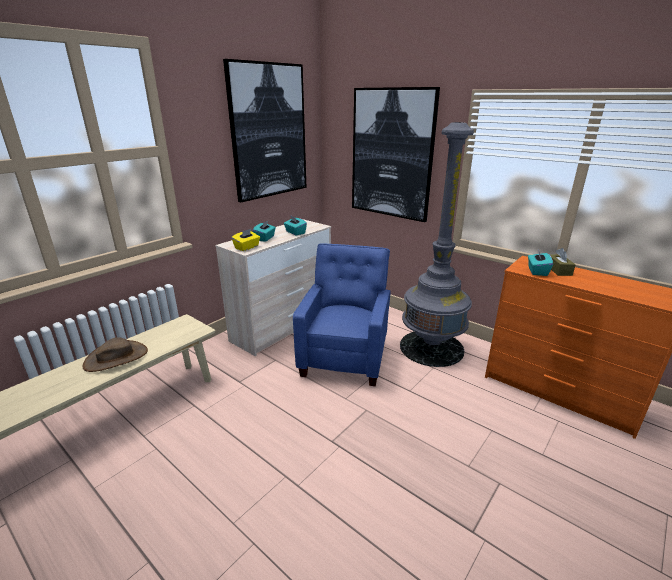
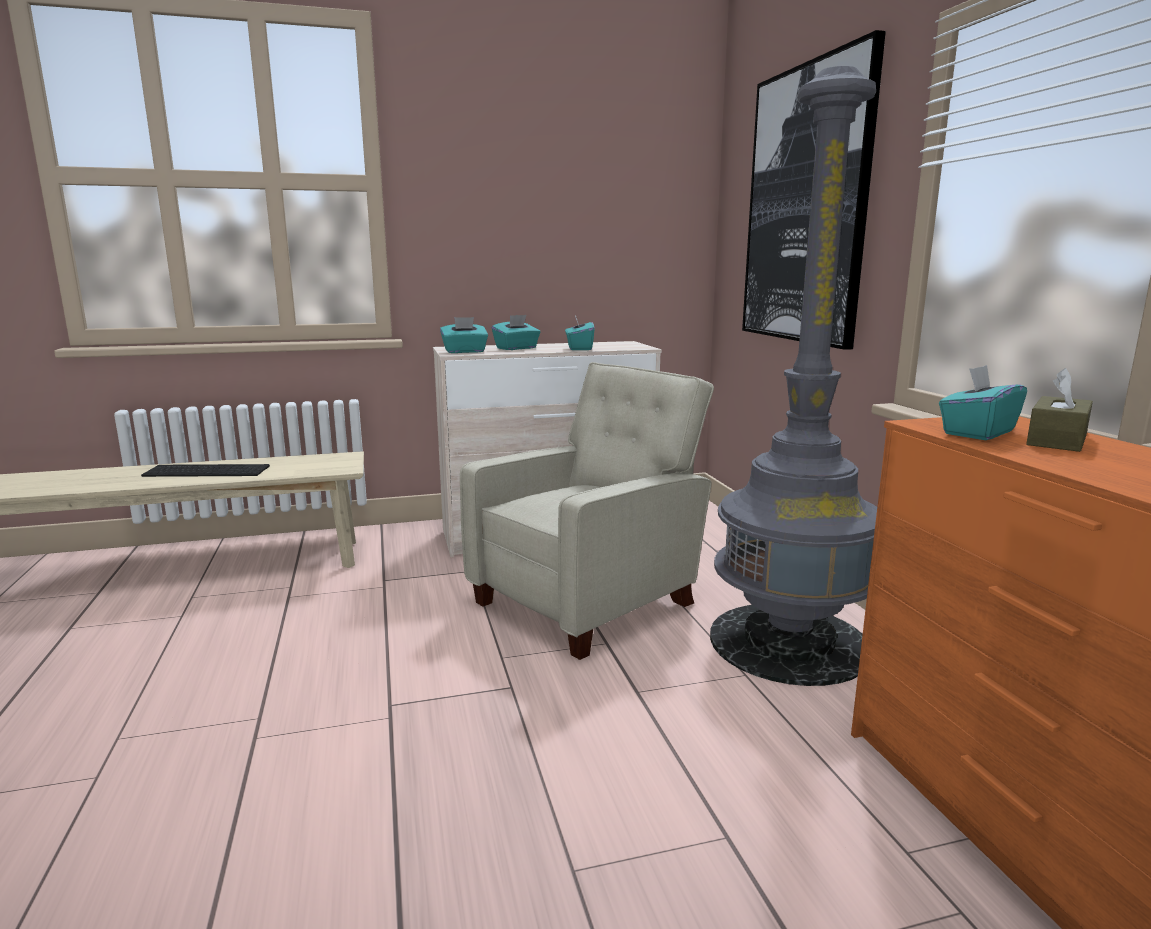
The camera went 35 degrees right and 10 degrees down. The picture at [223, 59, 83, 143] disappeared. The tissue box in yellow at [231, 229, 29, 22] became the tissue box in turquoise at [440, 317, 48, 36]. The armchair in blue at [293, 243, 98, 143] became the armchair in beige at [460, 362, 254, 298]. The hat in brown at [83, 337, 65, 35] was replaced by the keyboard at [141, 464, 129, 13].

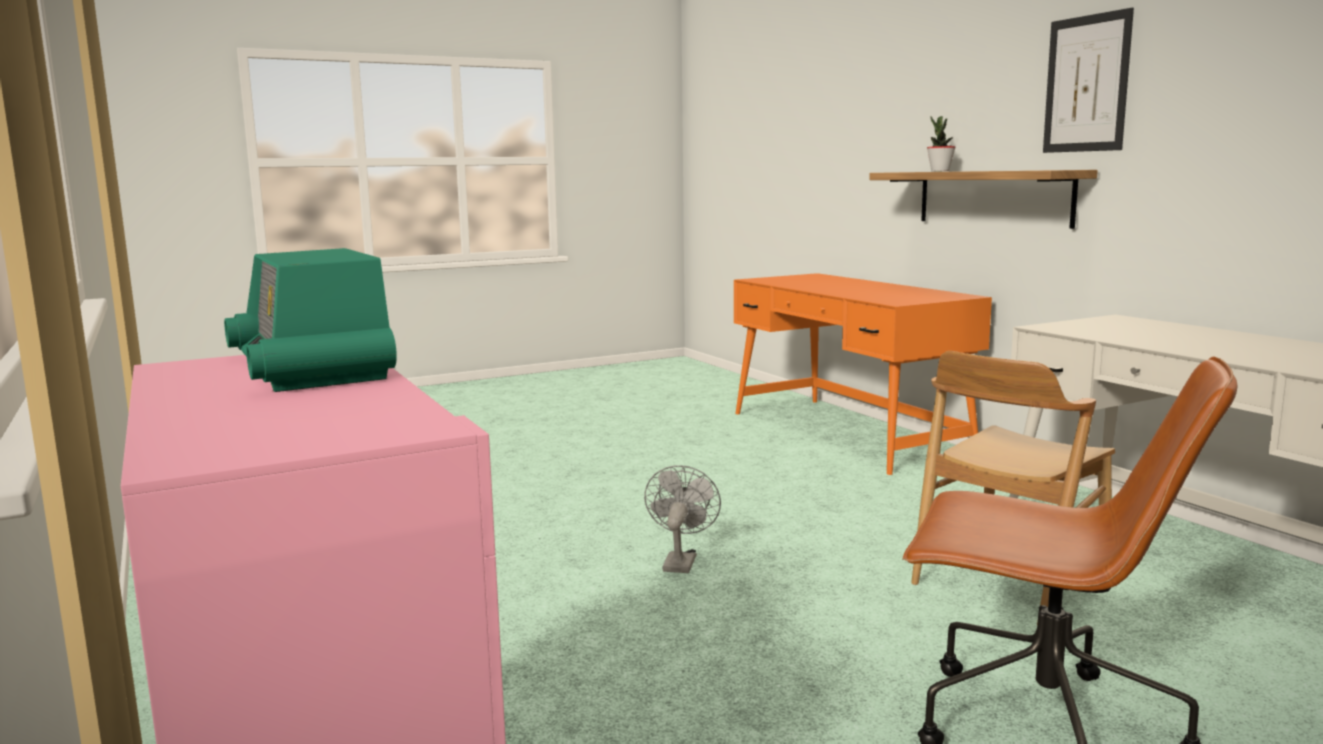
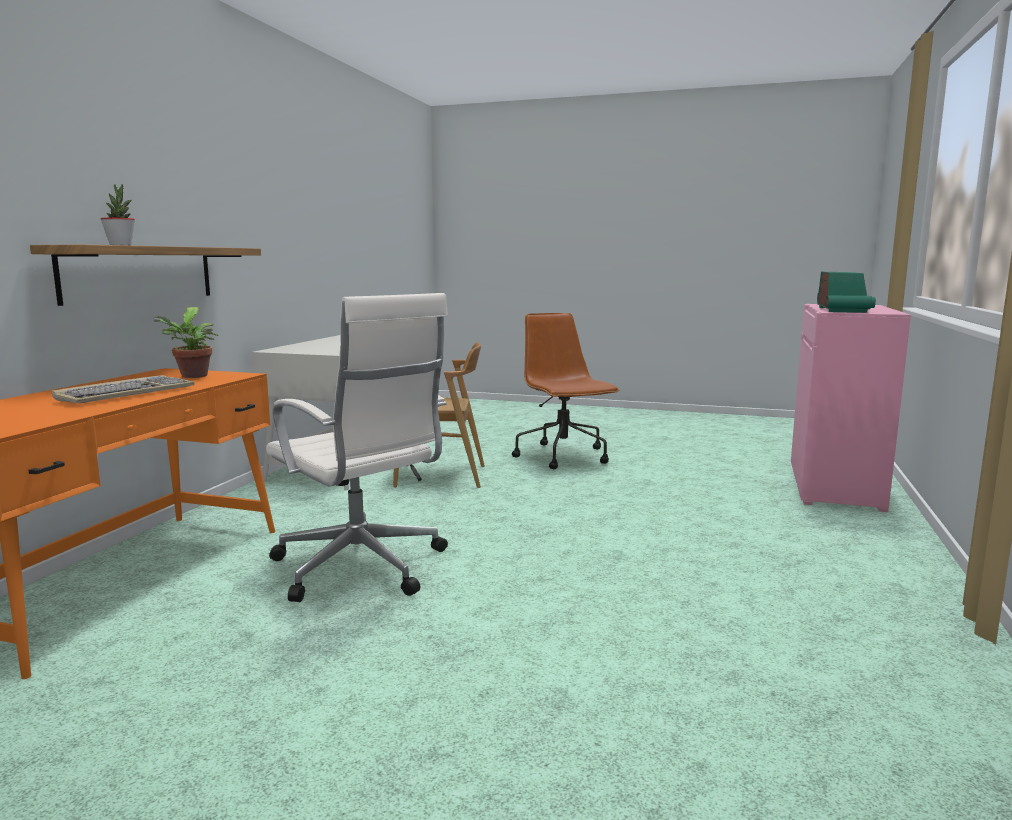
The camera went 135 degrees left and 0 degrees up. The picture at [1043, 8, 91, 145] disappeared. The fan in grey at [644, 465, 77, 108] disappeared. The office chair in white at [266, 293, 182, 309] appeared. The potted plant at [154, 307, 64, 71] appeared. The keyboard at [52, 375, 143, 28] appeared.

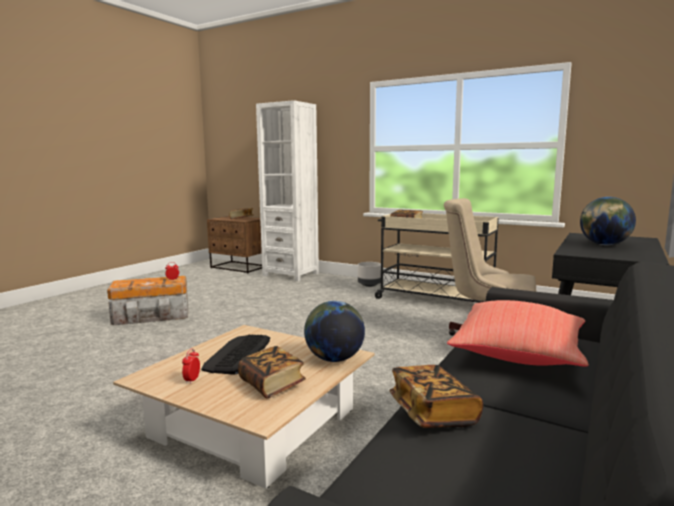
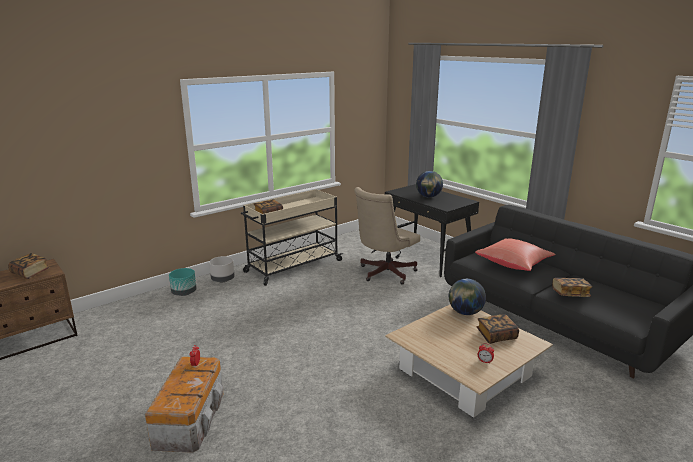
The camera went 70 degrees left and 10 degrees up. The bookcase in white at [256, 100, 63, 181] disappeared. The keyboard at [201, 335, 69, 40] disappeared. The planter in turquoise at [169, 268, 28, 28] appeared.

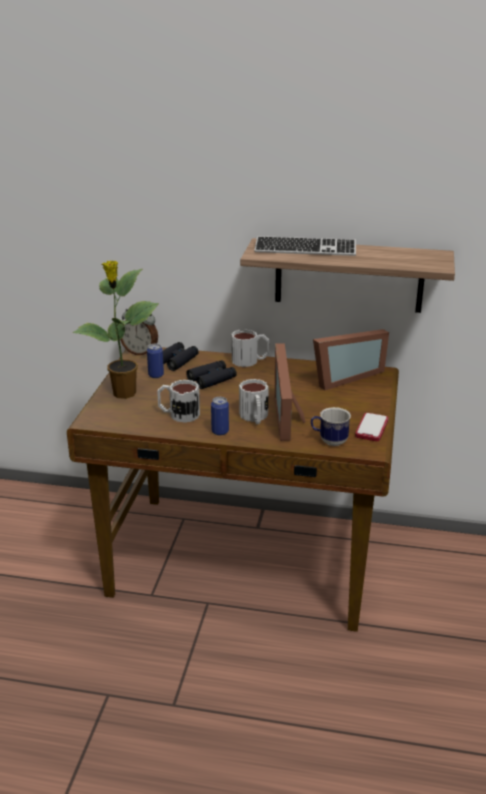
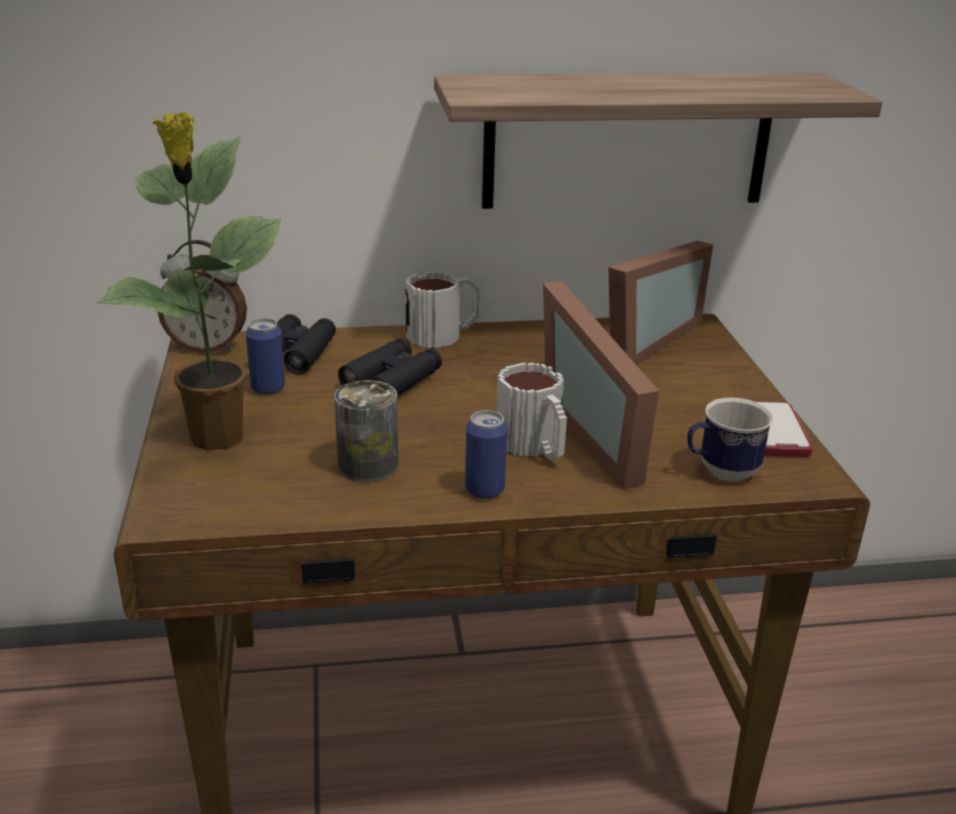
The camera went 20 degrees left and 0 degrees up. The keyboard at [254, 236, 102, 20] disappeared. The mug at [157, 380, 43, 43] was replaced by the can at [334, 380, 65, 102].

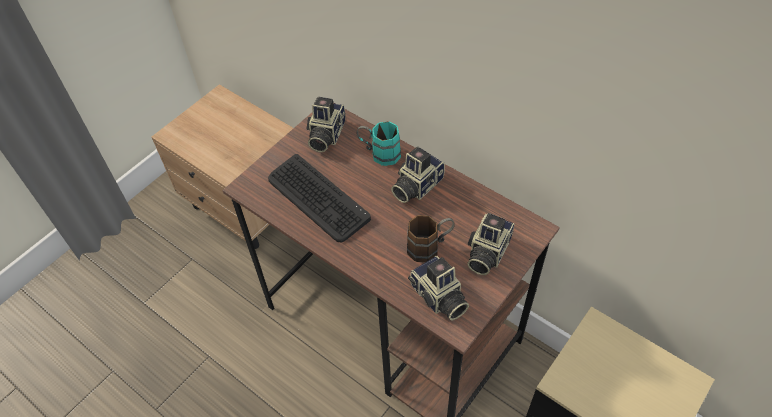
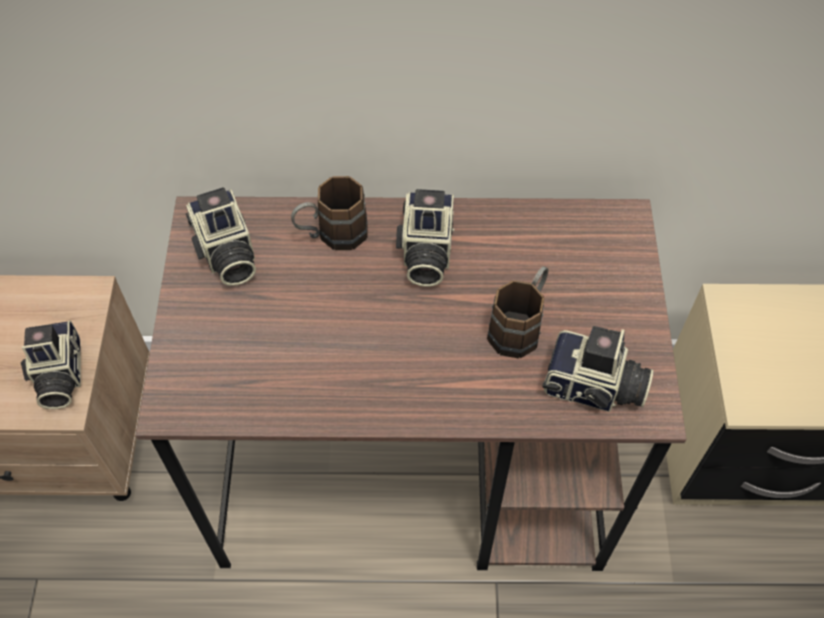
The camera went 40 degrees left and 5 degrees up. The mug in turquoise at [357, 121, 44, 45] became the mug in brown at [291, 176, 77, 74]. The keyboard at [268, 154, 103, 89] disappeared. The photo camera moved from [467, 213, 48, 62] to [21, 320, 60, 89].

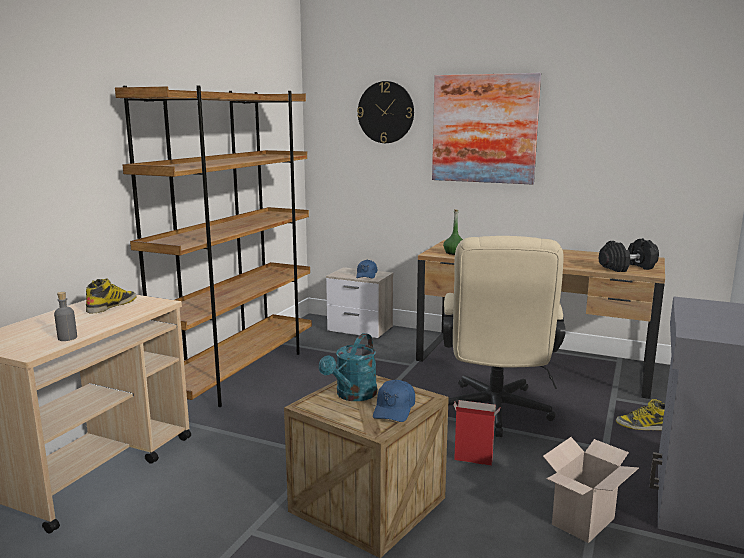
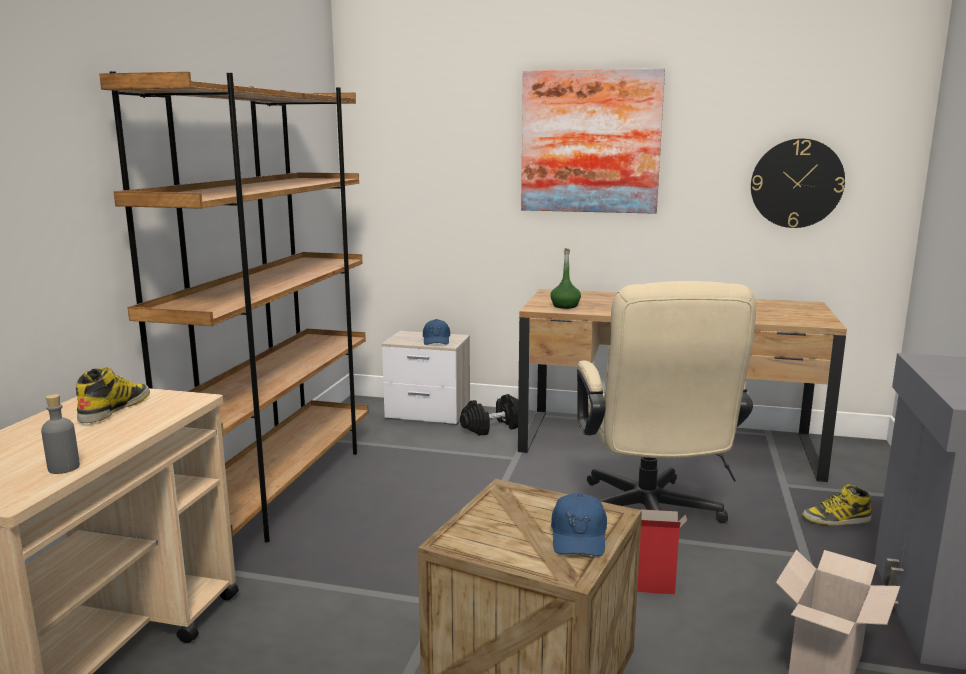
The camera went 10 degrees left and 0 degrees up. The wall clock moved from [357, 81, 57, 62] to [751, 139, 94, 89]. The dumbbell in black moved from [599, 238, 60, 34] to [460, 394, 58, 42]. The watering can in turquoise at [319, 333, 58, 68] disappeared.

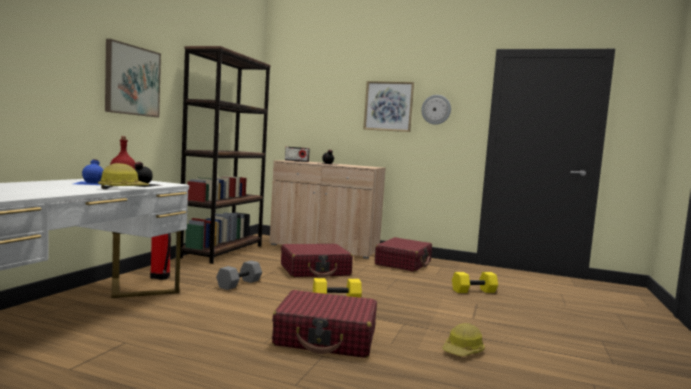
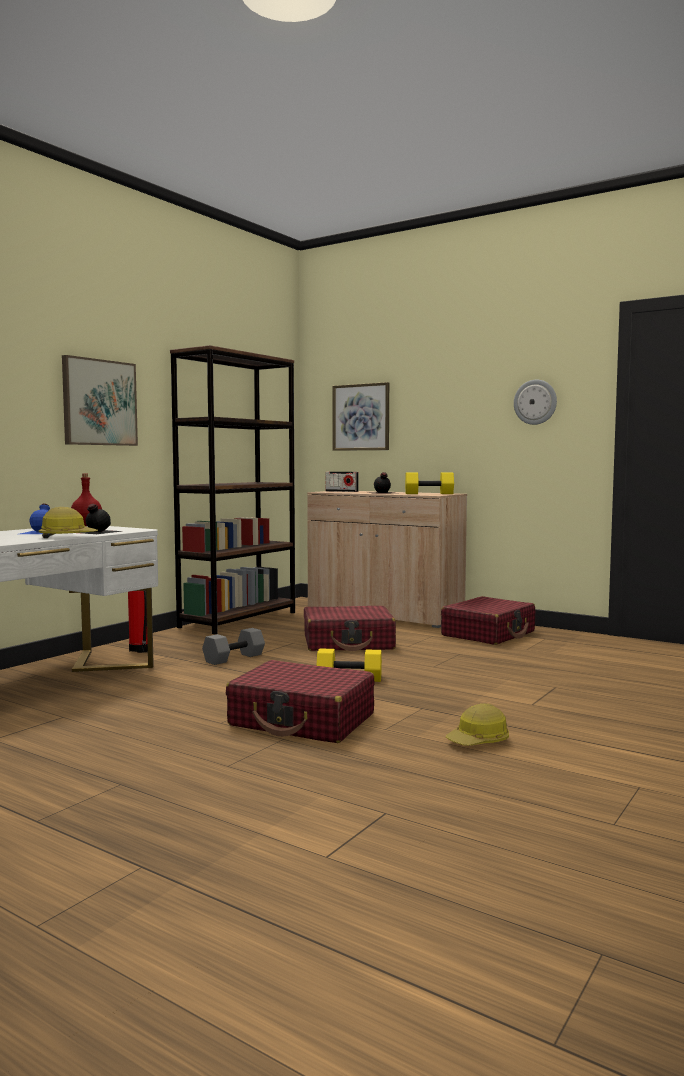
The camera went 15 degrees right and 0 degrees up. The picture moved from [363, 81, 51, 51] to [333, 382, 56, 69]. The dumbbell in yellow moved from [452, 272, 46, 21] to [405, 473, 49, 21].

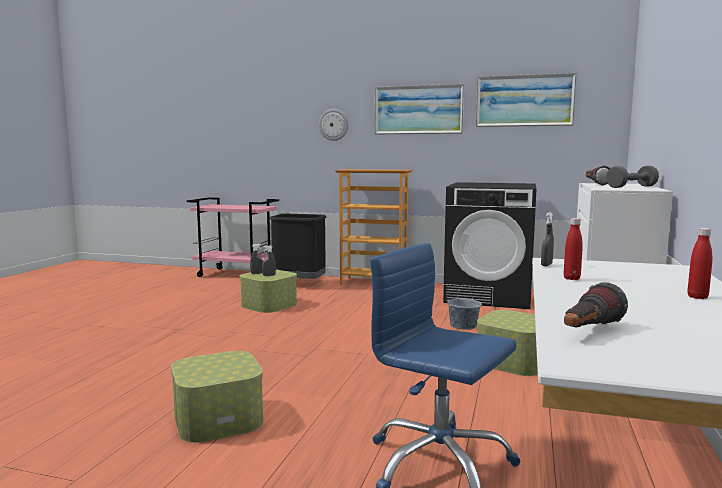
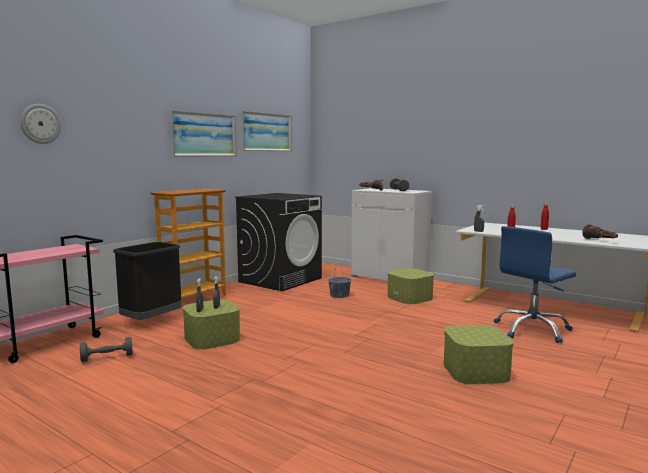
The camera went 70 degrees left and 0 degrees up. The wall clock moved from [319, 109, 30, 32] to [20, 104, 41, 40]. The dumbbell in grey at [80, 337, 53, 25] appeared.

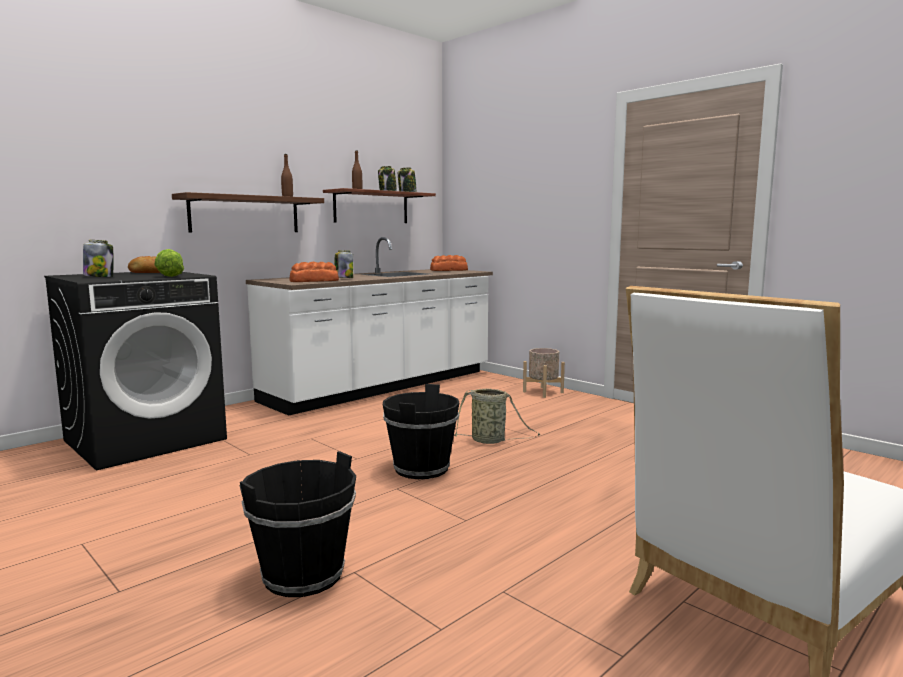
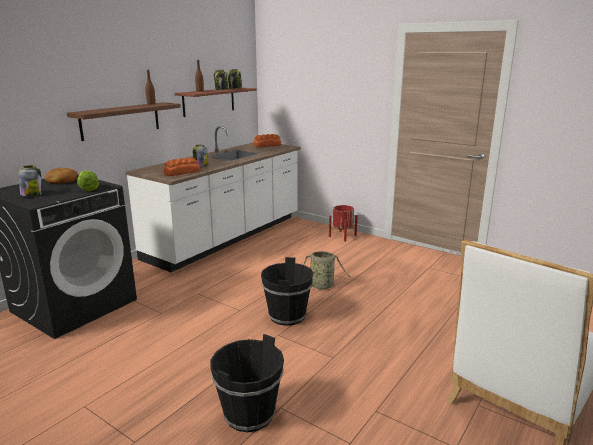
The camera went 10 degrees left and 10 degrees up. The planter in beige at [523, 348, 42, 50] became the planter in red at [329, 205, 29, 37].

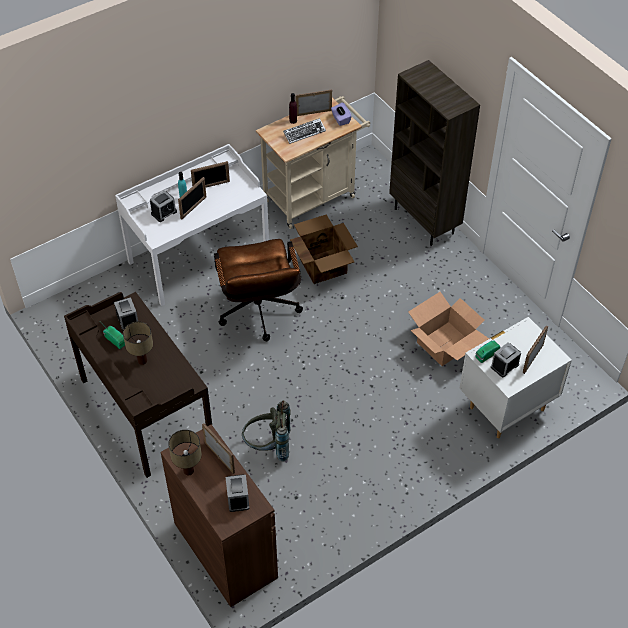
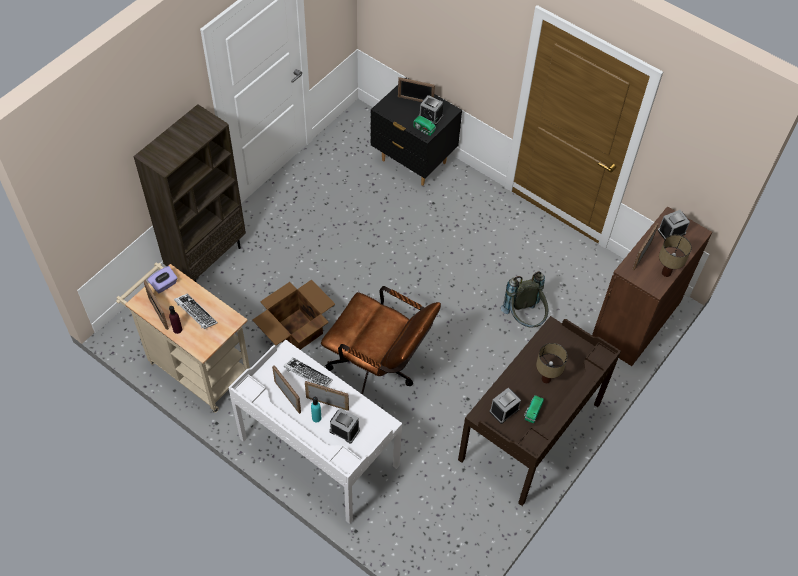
The camera went 110 degrees left and 5 degrees up. The office chair in brown at [214, 239, 89, 102] turned 60 degrees clockwise. The cardboard box at [408, 292, 81, 74] disappeared. The nightstand in white at [459, 317, 113, 122] became the nightstand in black at [371, 78, 91, 108]. The keyboard at [283, 357, 50, 30] appeared.

